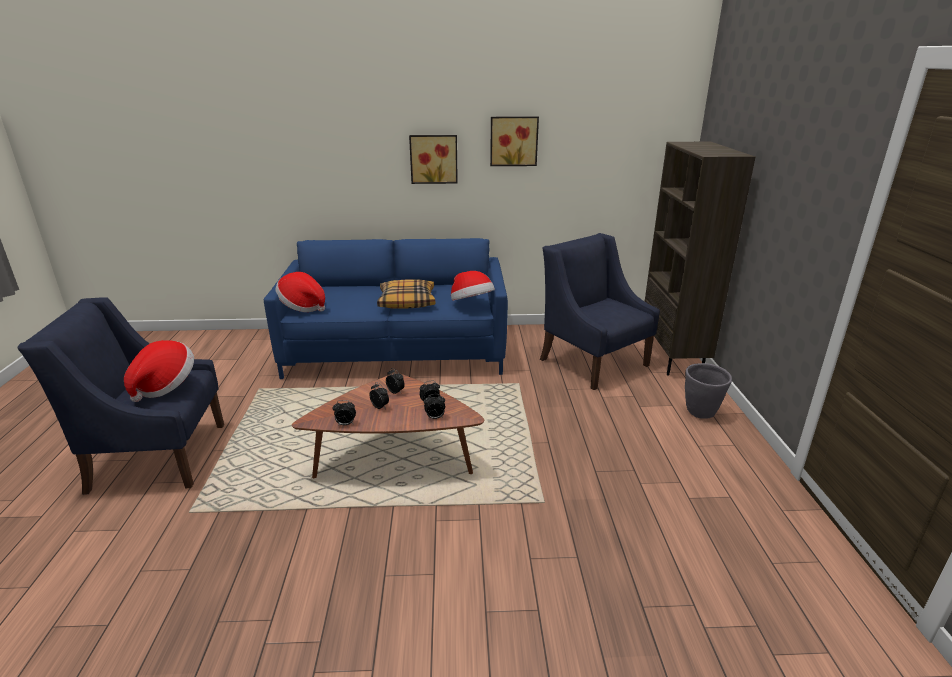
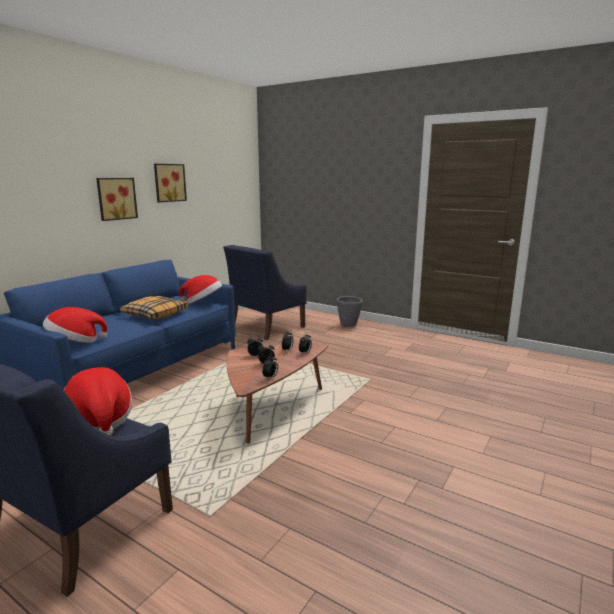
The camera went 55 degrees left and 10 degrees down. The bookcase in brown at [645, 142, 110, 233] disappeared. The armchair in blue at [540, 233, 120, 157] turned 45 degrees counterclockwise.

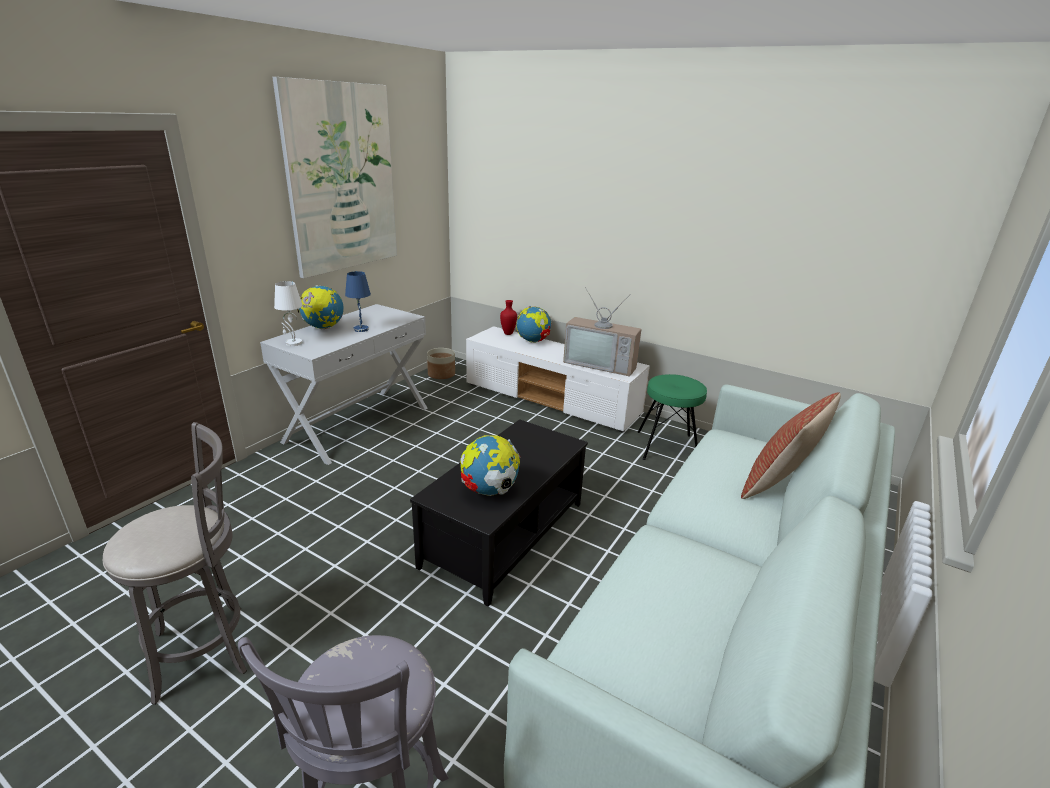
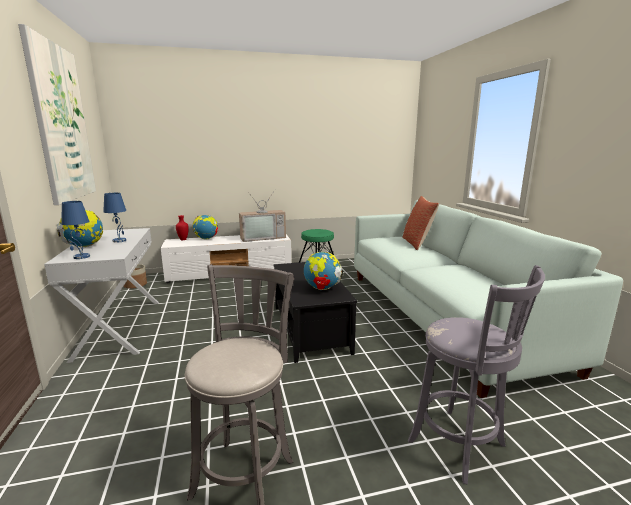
The camera went 45 degrees left and 10 degrees down. The table lamp in white at [274, 281, 29, 65] became the table lamp in blue at [61, 201, 29, 58].

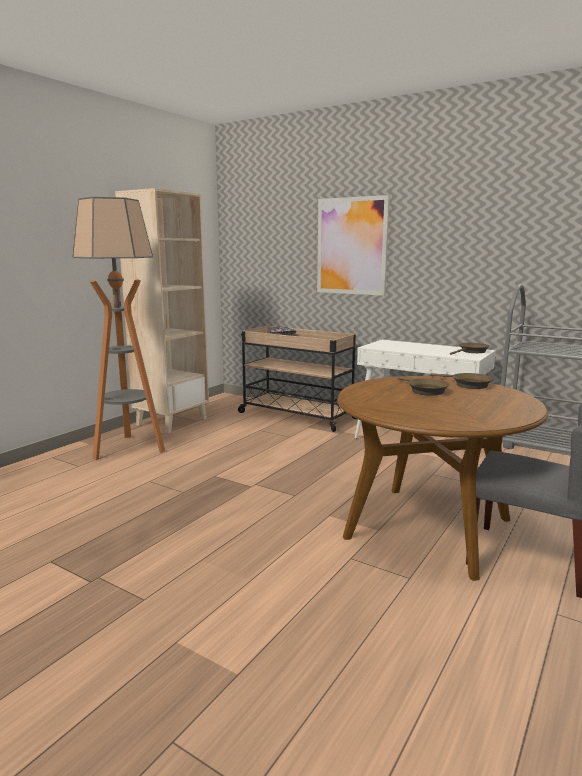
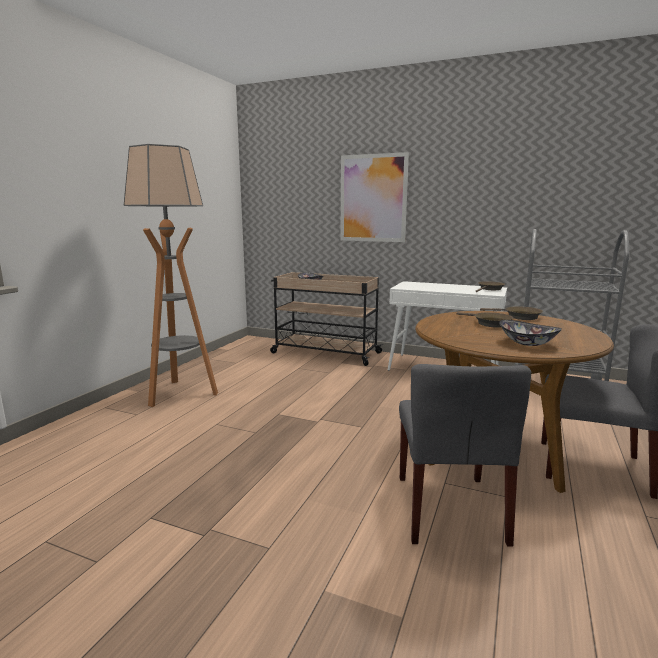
The camera went 10 degrees left and 0 degrees up. The bookcase in beige at [115, 188, 94, 245] disappeared. The bowl at [499, 320, 63, 26] appeared. The chair in grey at [399, 364, 132, 183] appeared.

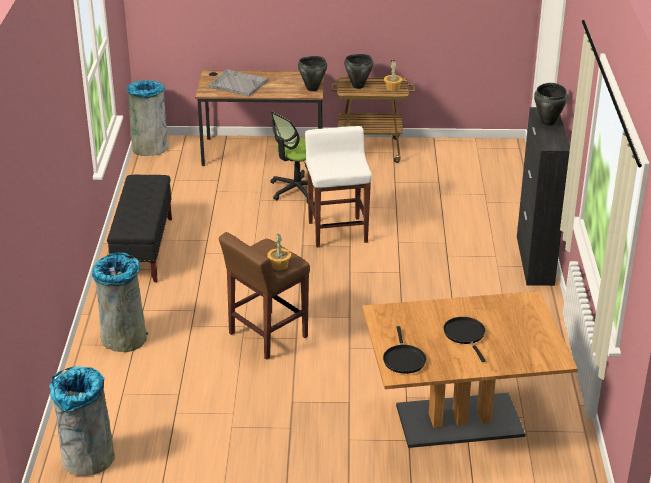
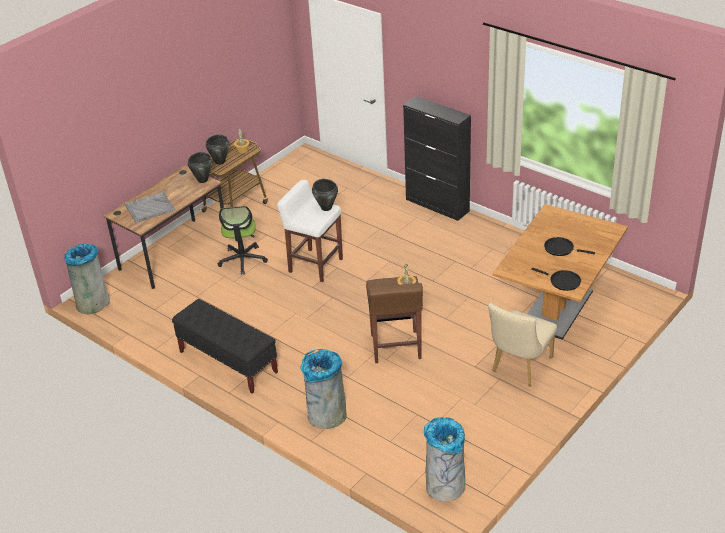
The camera went 50 degrees left and 5 degrees up. The cooking pot in black moved from [534, 83, 34, 43] to [312, 179, 26, 32]. The chair in beige at [488, 303, 69, 83] appeared.

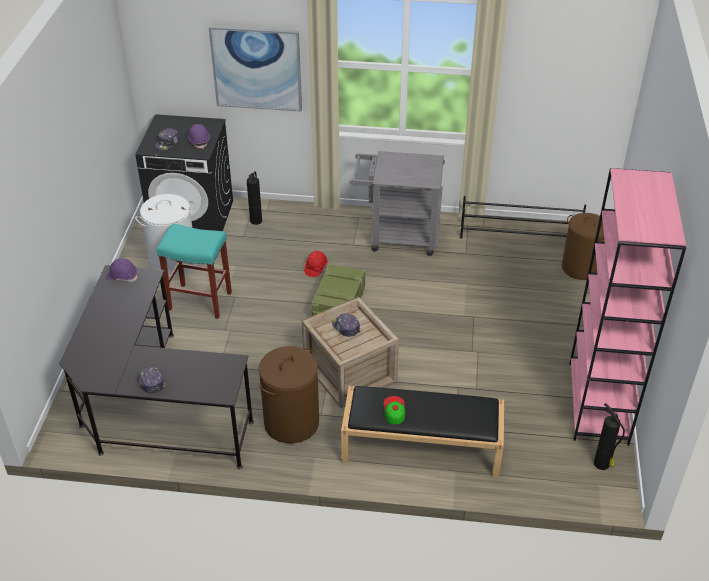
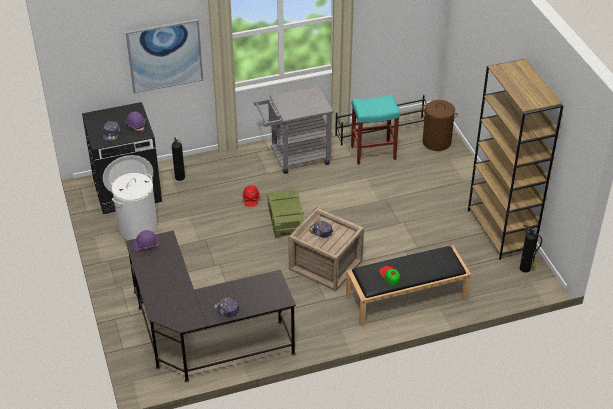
The camera went 25 degrees left and 0 degrees up. The bookcase in pink at [570, 168, 116, 278] became the bookcase in brown at [468, 59, 95, 201]. The stool in turquoise moved from [157, 223, 75, 96] to [351, 95, 49, 70]. The laundry basket in brown at [258, 346, 61, 97] disappeared.

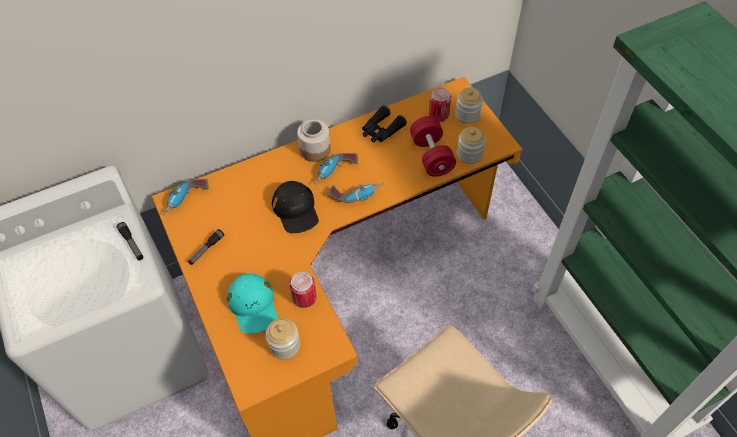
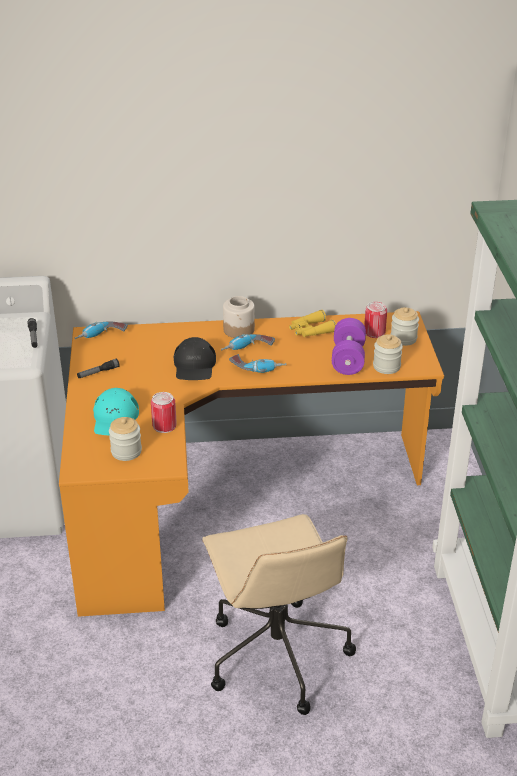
The camera went 20 degrees right and 20 degrees down. The binoculars in black at [362, 105, 45, 38] became the binoculars in yellow at [289, 310, 47, 27]. The dumbbell in red at [410, 116, 46, 61] became the dumbbell in purple at [332, 318, 34, 57].

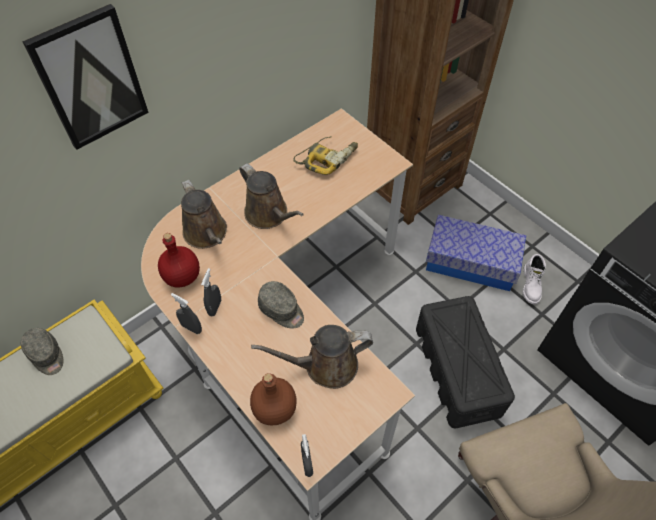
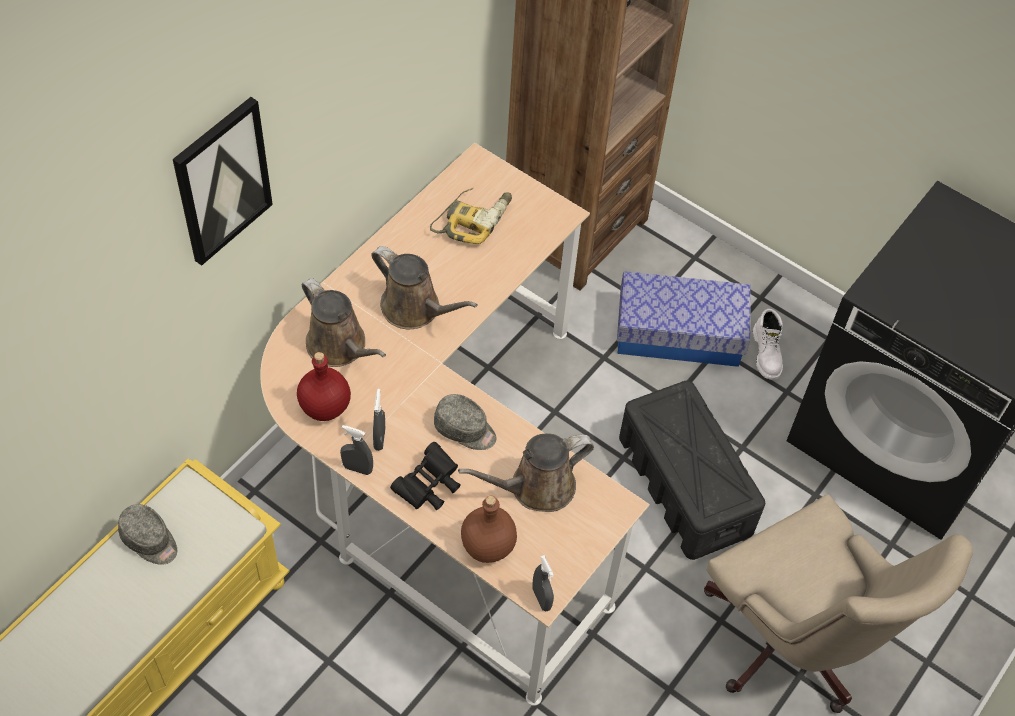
The camera went 15 degrees left and 0 degrees up. The binoculars in black at [390, 442, 71, 68] appeared.

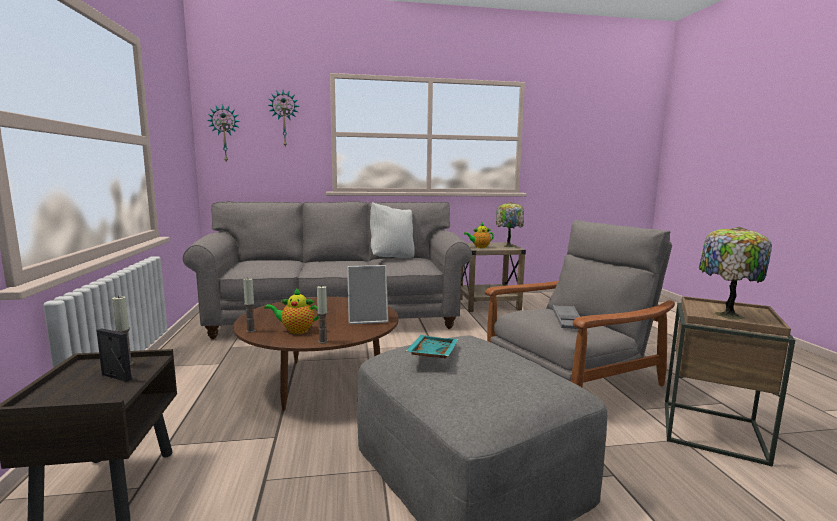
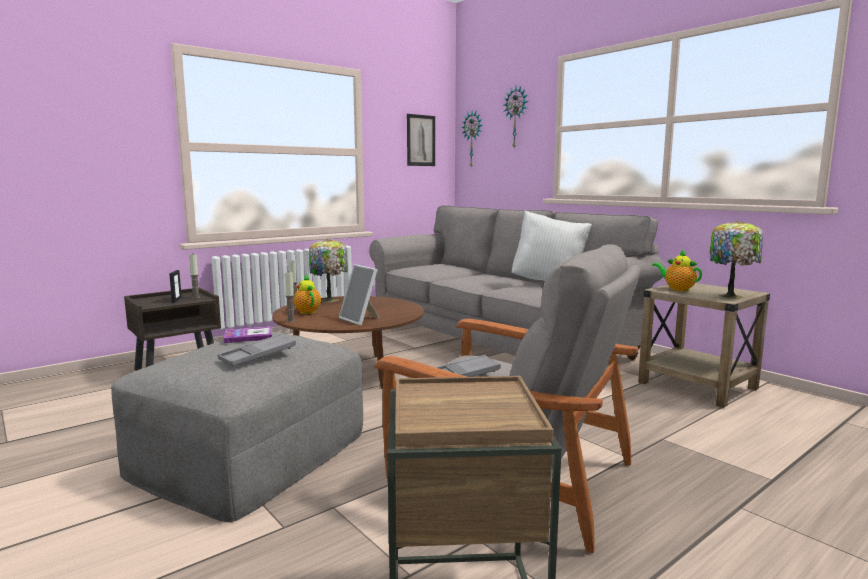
The camera went 60 degrees right and 0 degrees up. The table lamp moved from [699, 227, 73, 93] to [309, 239, 39, 63]. The tray in turquoise at [405, 335, 53, 24] was replaced by the book at [224, 327, 48, 16]. The picture at [407, 114, 28, 52] appeared. The tray in grey at [218, 334, 78, 32] appeared.

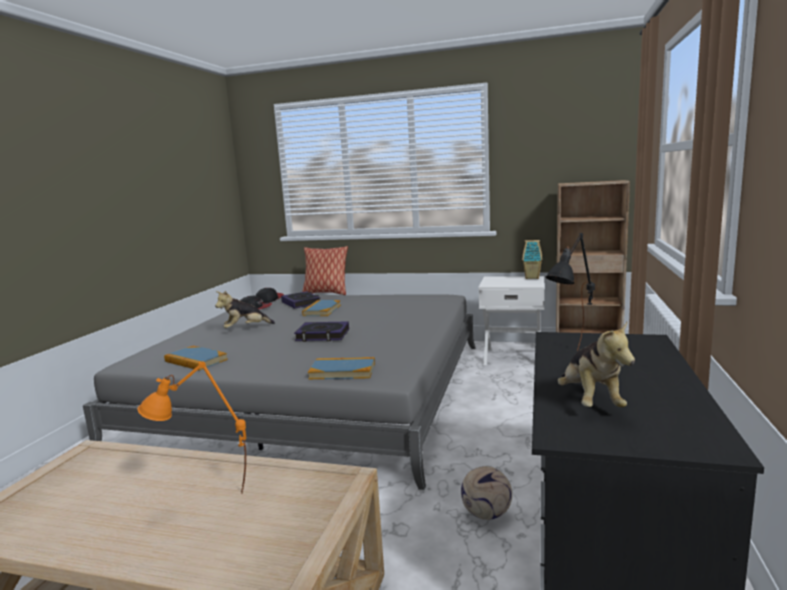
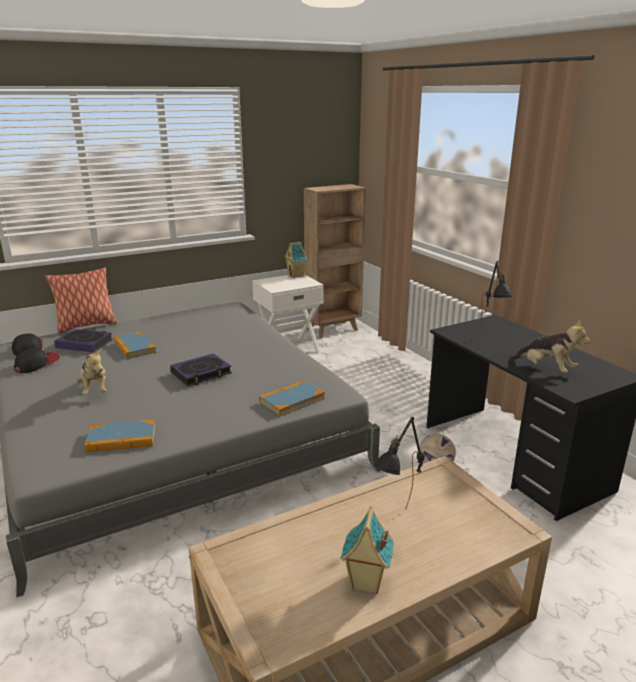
The camera went 45 degrees left and 10 degrees up. The plush toy at [215, 291, 60, 37] turned 45 degrees counterclockwise. The table lamp in orange at [137, 361, 109, 133] became the table lamp in black at [374, 417, 51, 93]. The toy house at [340, 506, 54, 88] appeared.

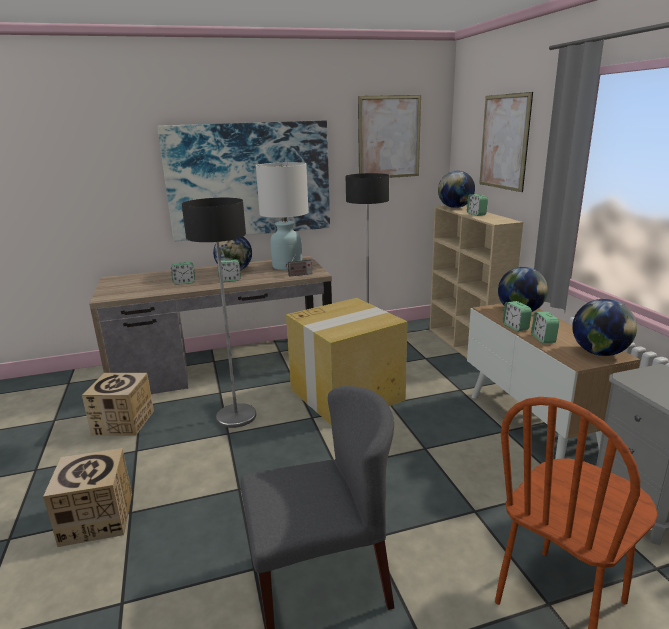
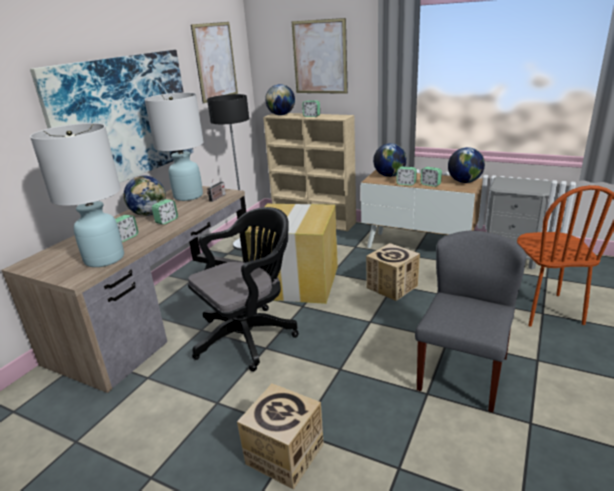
The camera went 45 degrees left and 5 degrees up. The floor lamp at [182, 198, 74, 230] was replaced by the office chair in black at [188, 207, 111, 165]. The cardboard box moved from [82, 373, 72, 63] to [366, 243, 54, 58]. The table lamp in white at [30, 123, 94, 144] appeared.

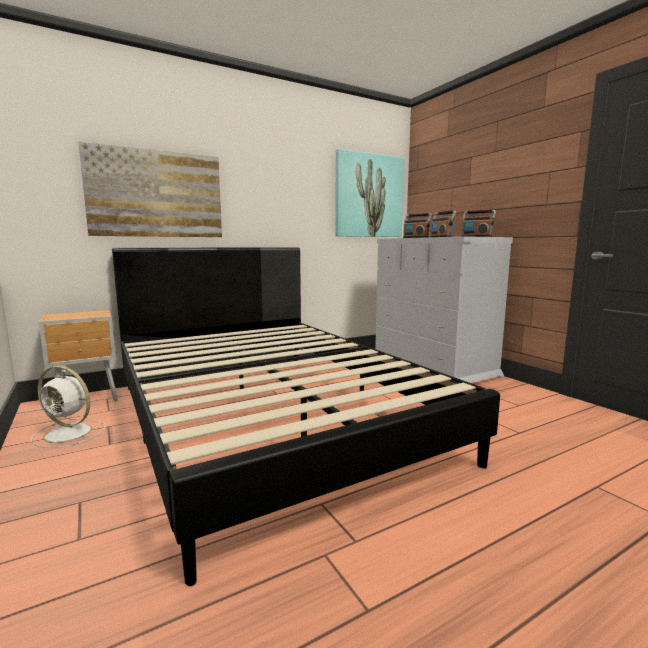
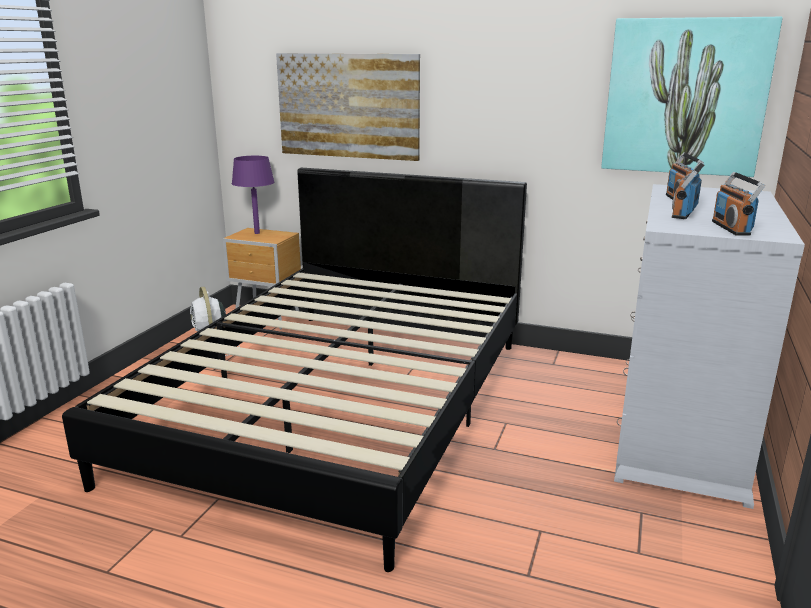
The camera went 50 degrees right and 10 degrees up. The table lamp in purple at [232, 156, 43, 78] appeared.

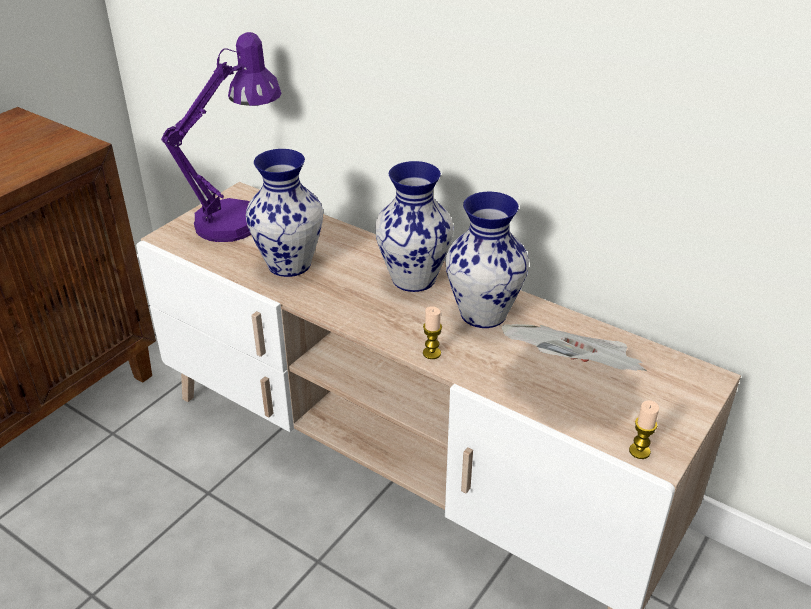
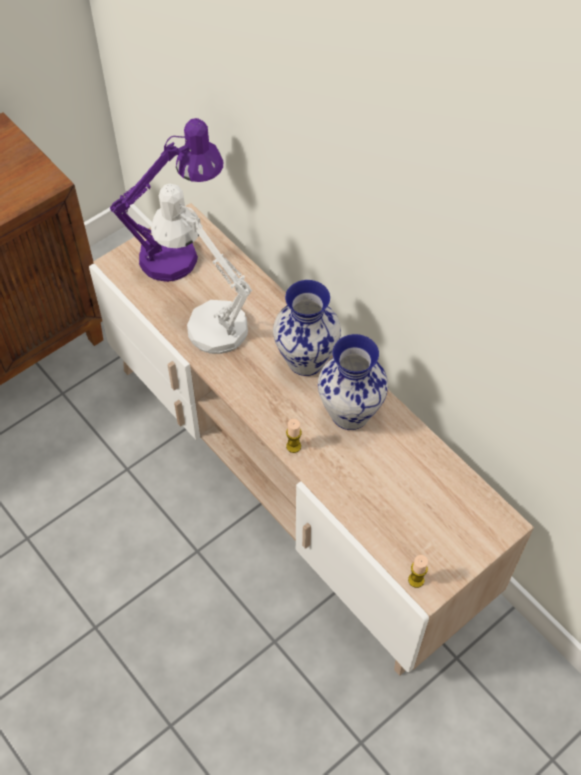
The camera went 15 degrees right and 20 degrees up. The vase at [246, 149, 77, 128] was replaced by the table lamp in white at [151, 183, 101, 171]. The newspaper at [502, 324, 145, 47] disappeared.

